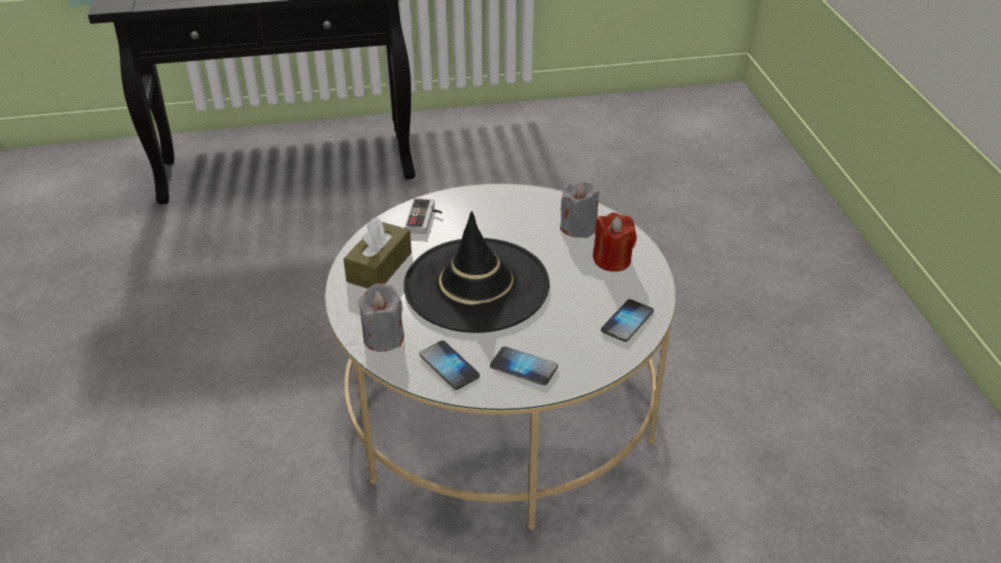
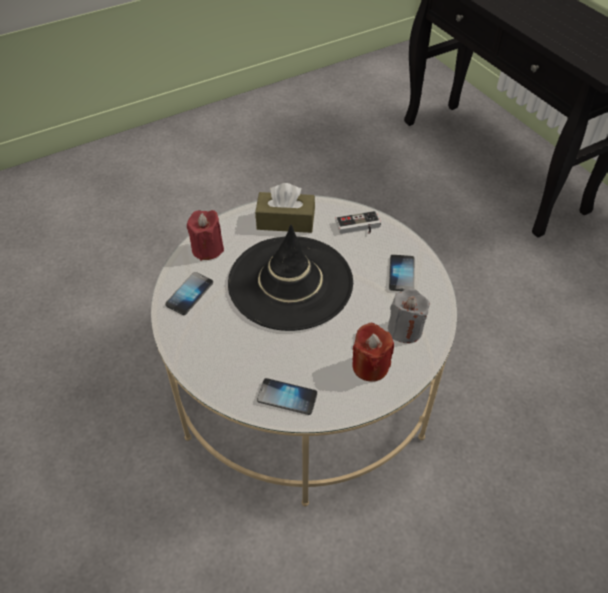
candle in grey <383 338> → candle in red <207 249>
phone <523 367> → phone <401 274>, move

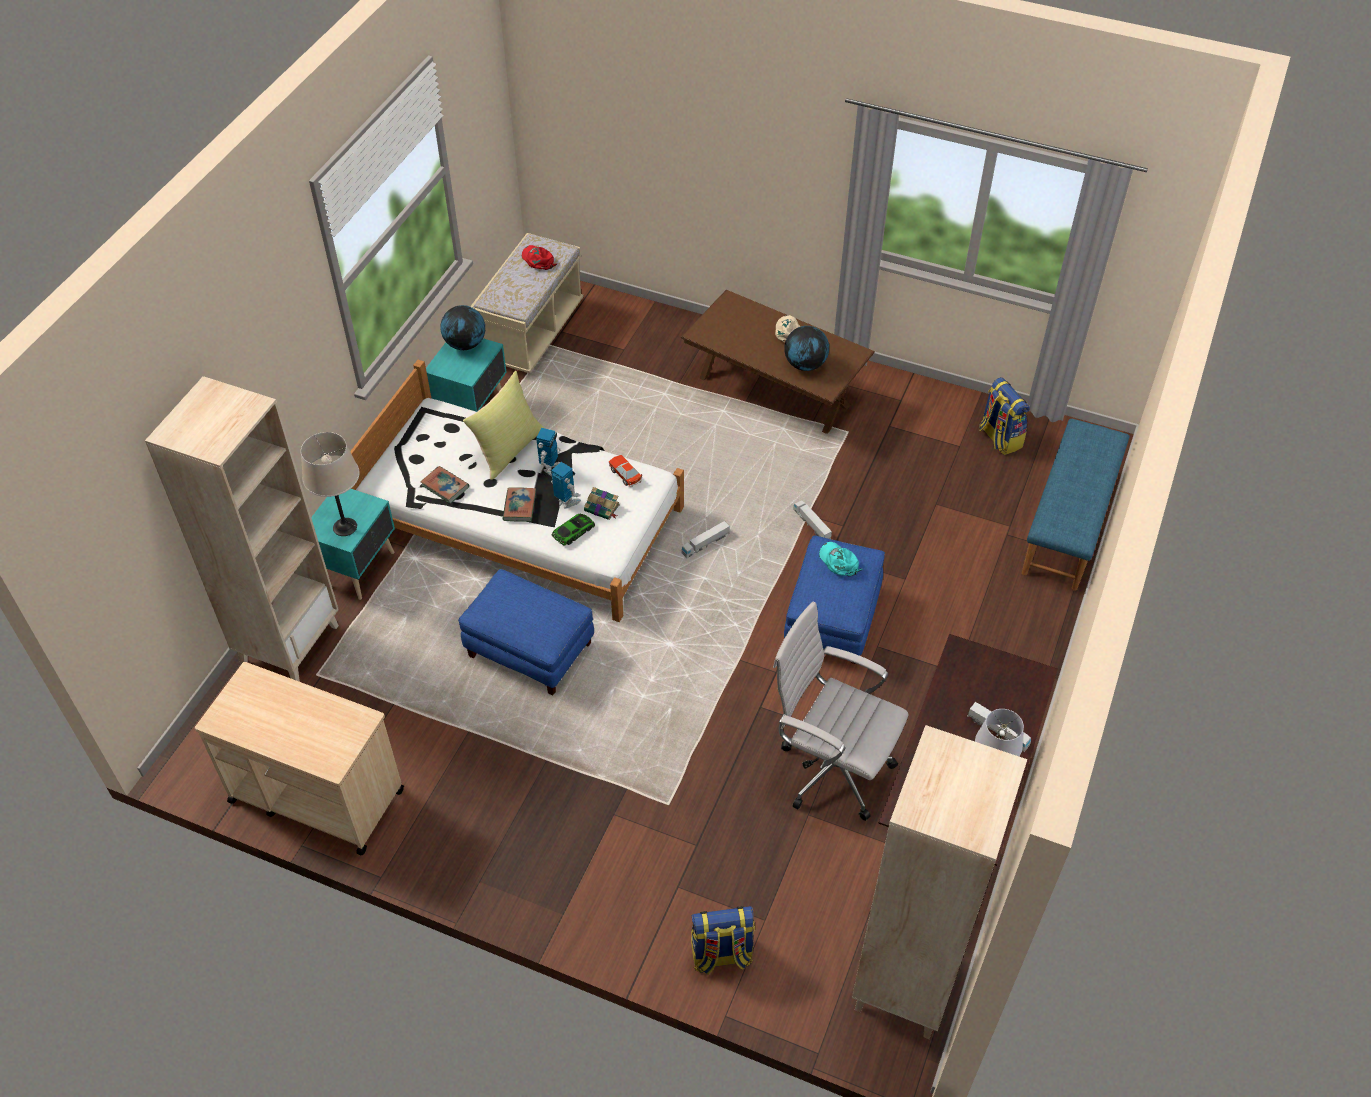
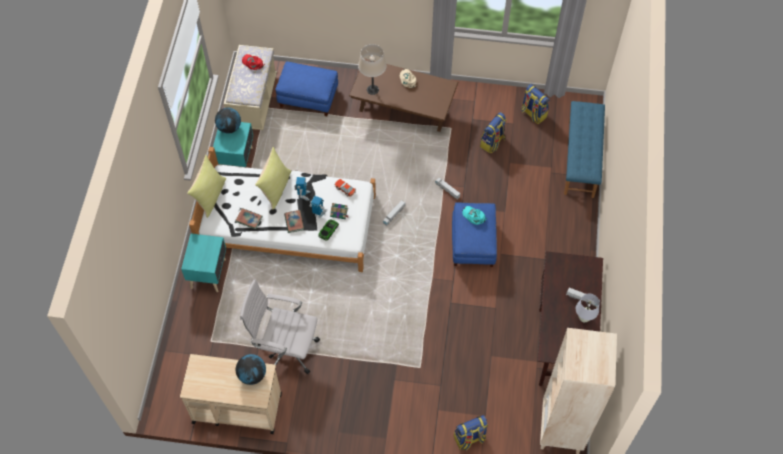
- → pillow in yellow <210 196>
globe <805 365> → globe <252 375>, move
office chair in white <830 769> → office chair in white <285 350>, move
ottoman in blue <531 649> → ottoman in blue <308 97>, move
table lamp in beige <345 527> → table lamp in beige <372 90>, move
- → backpack <492 143>
bookcase in beige <289 643> → -

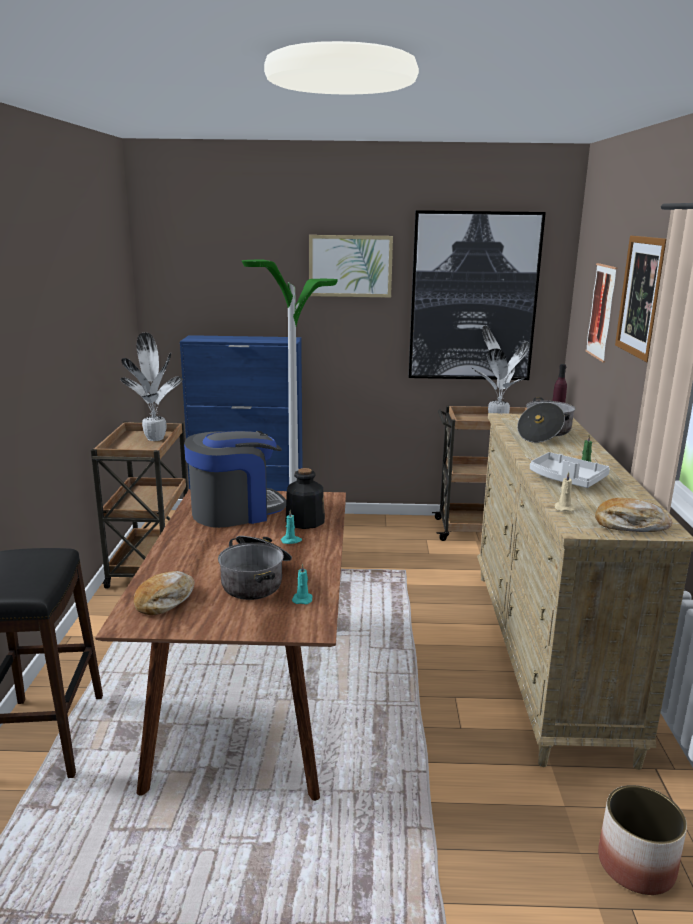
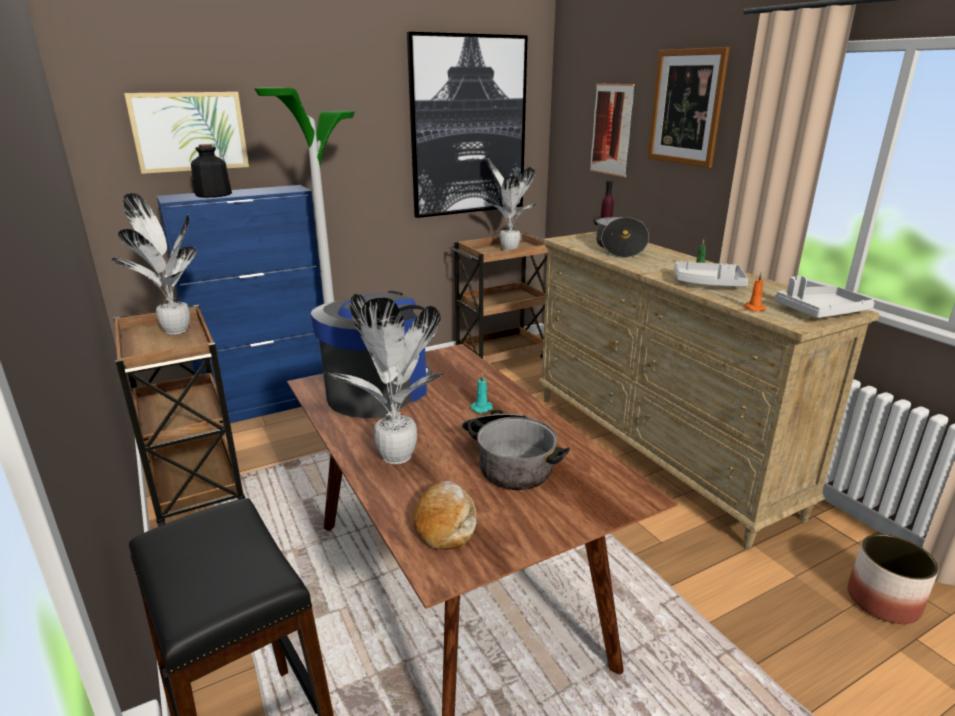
picture <350 266> → picture <189 131>, move
bottle <304 521> → bottle <213 194>, move
- → potted plant <396 458>
candle in beige <564 508> → candle in orange <753 308>
bread <630 525> → tray in grey <820 311>
candle in turquoise <302 599> → -

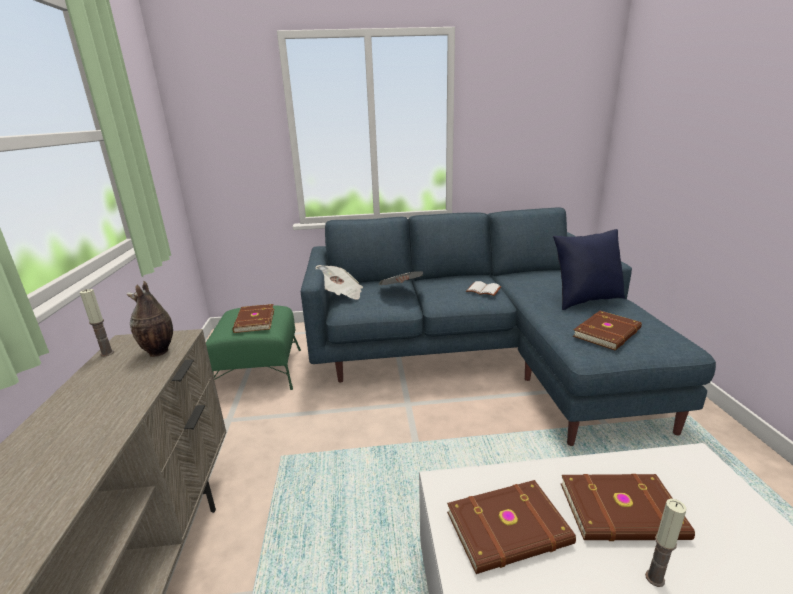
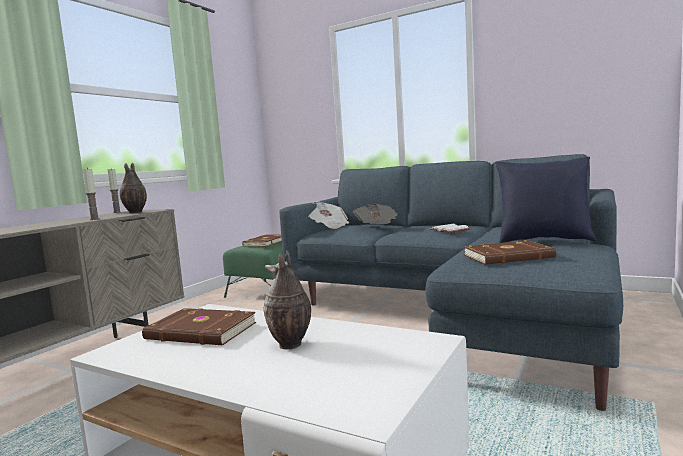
candle <655 578> → candle <94 219>, move
book in brown <623 512> → vase <290 345>

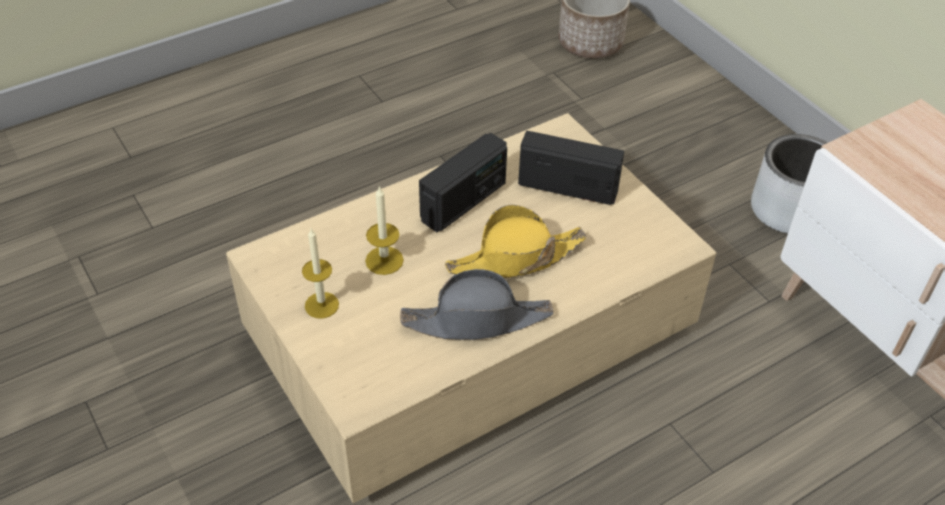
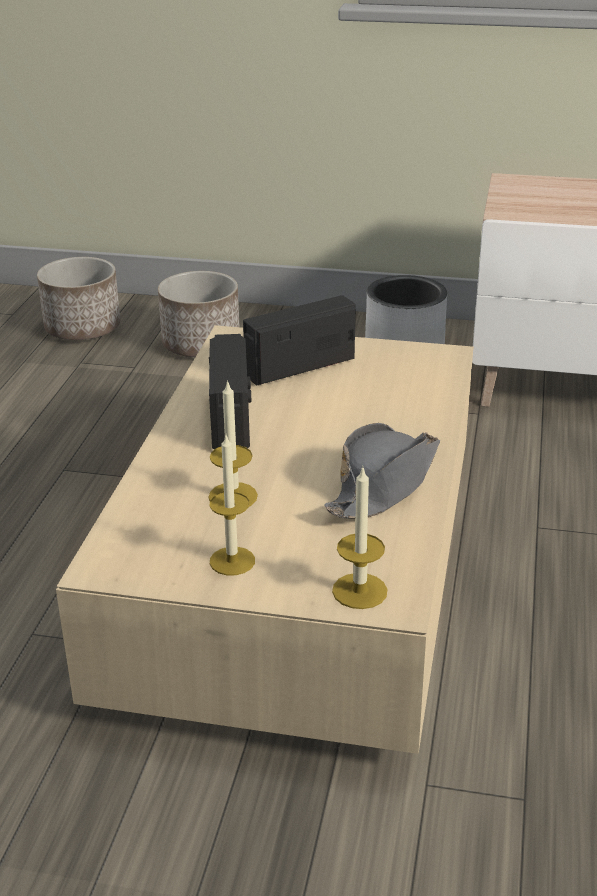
- → planter <201 344>
- → candle <359 591>
hat in yellow <515 258> → -

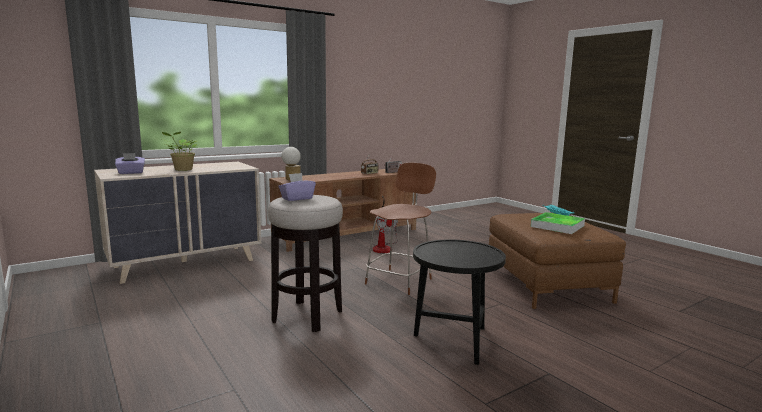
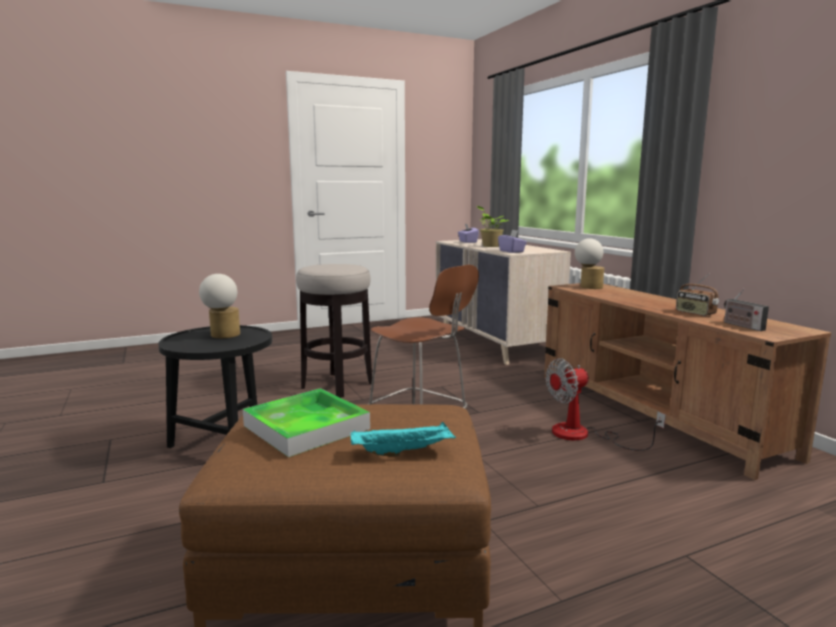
- → table lamp <222 335>
tissue box in purple <297 198> → tissue box in purple <511 251>, move

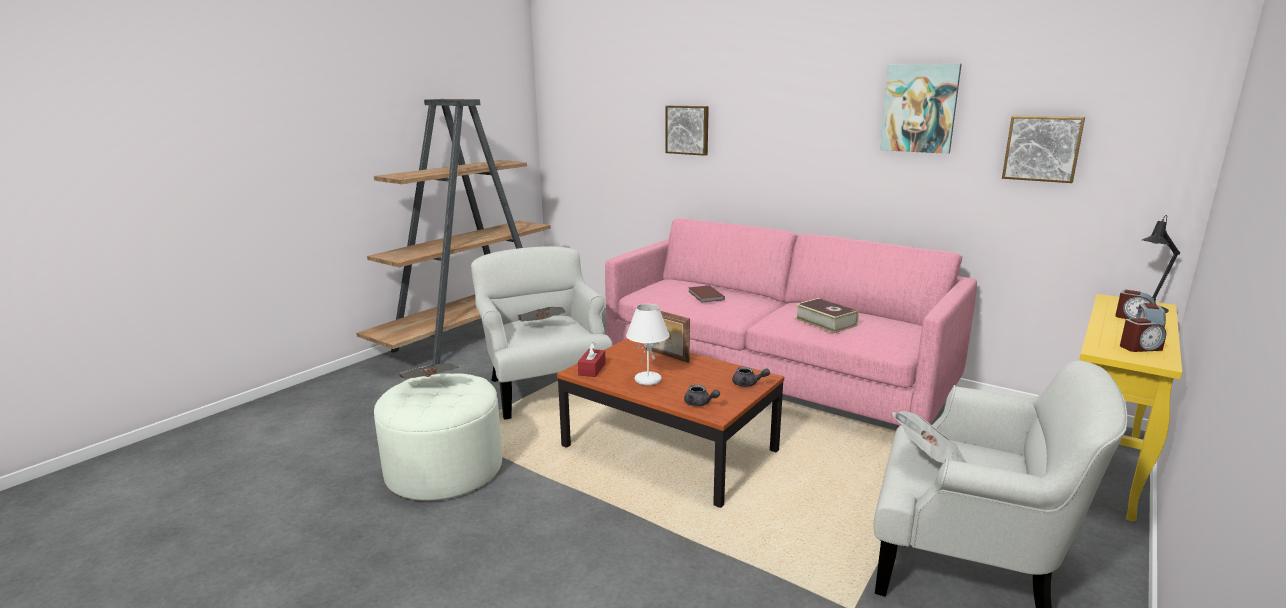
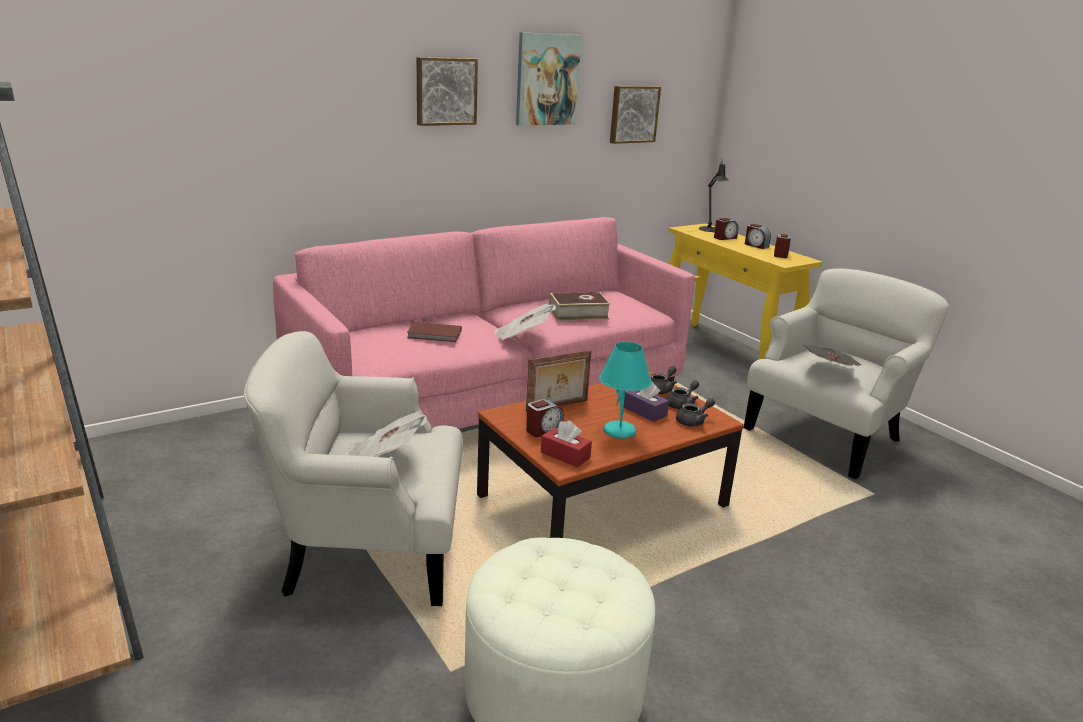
picture <687 130> → picture <445 91>, move
newspaper <429 386> → newspaper <522 337>, move
- → alarm clock <543 430>
table lamp in white <648 380> → table lamp in turquoise <620 432>
- → tissue box in purple <645 411>
- → teapot in grey <682 404>

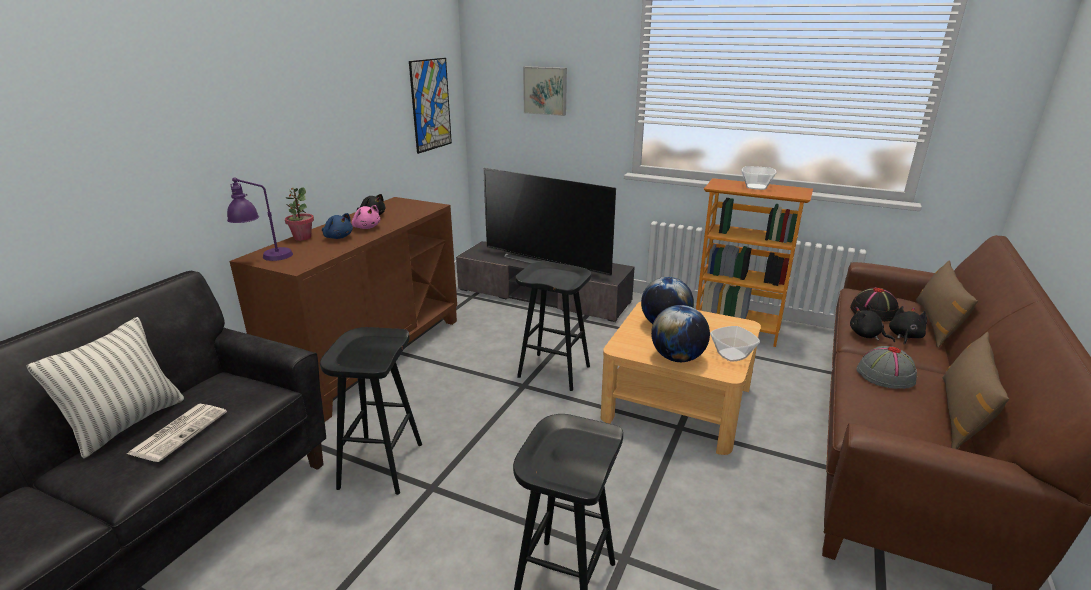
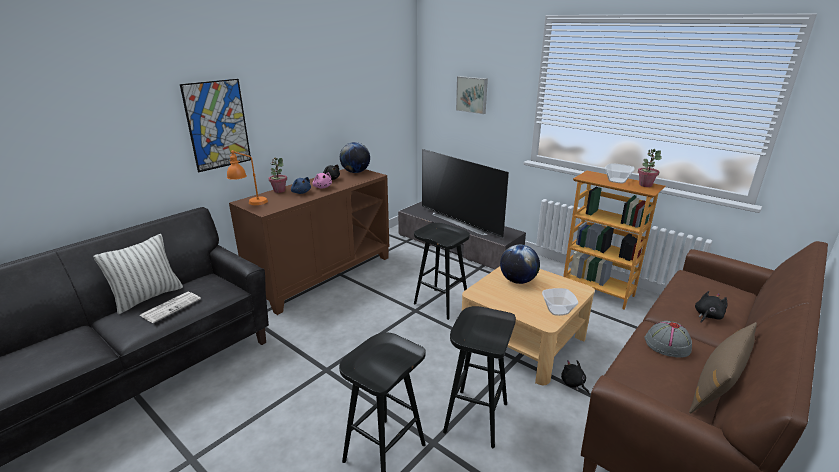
picture <431 105> → picture <217 125>, move
table lamp in purple <265 259> → table lamp in orange <250 203>
globe <677 358> → globe <355 172>, move
stool in black <380 464> → stool in black <475 416>, move
plush toy in black <866 335> → plush toy in black <573 384>, move
- → potted plant <645 185>
hat in black <874 311> → -
pillow in brown <936 324> → -

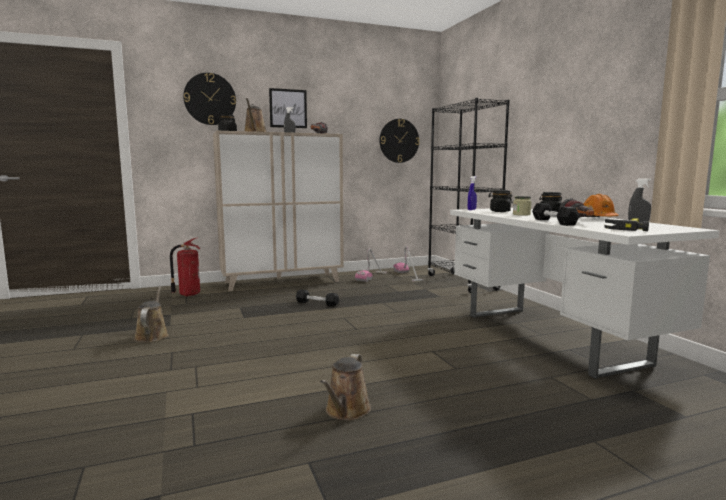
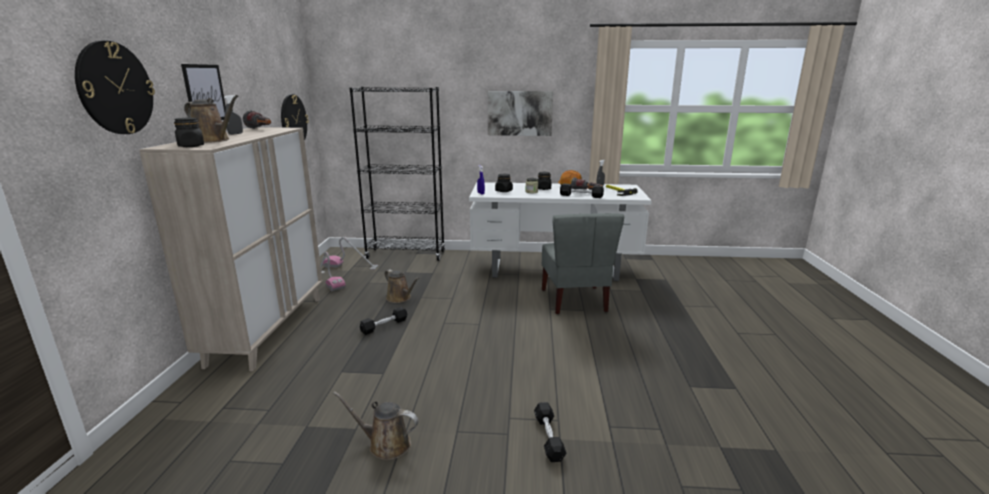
watering can in brown <346 411> → watering can in brown <400 298>, move
- → picture <519 113>
- → dumbbell in black <548 437>
- → chair in grey <575 300>
fire extinguisher <188 294> → -

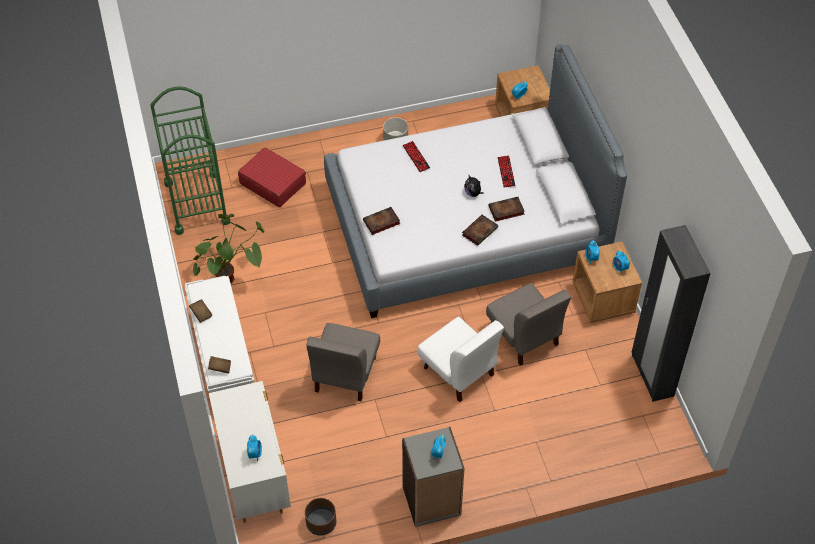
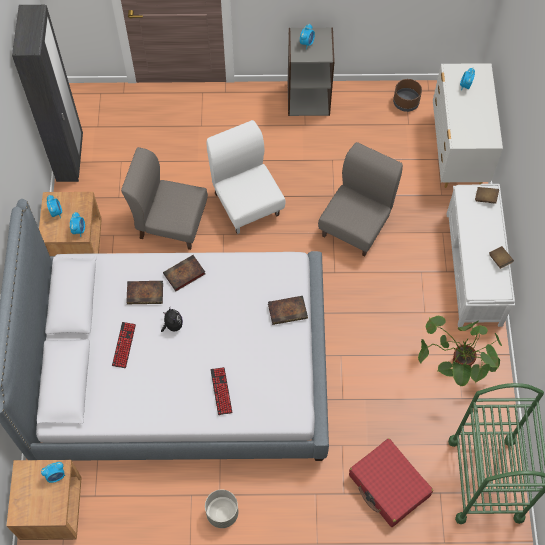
chair in grey <524 337> → chair in grey <170 223>, 60 degrees counterclockwise

